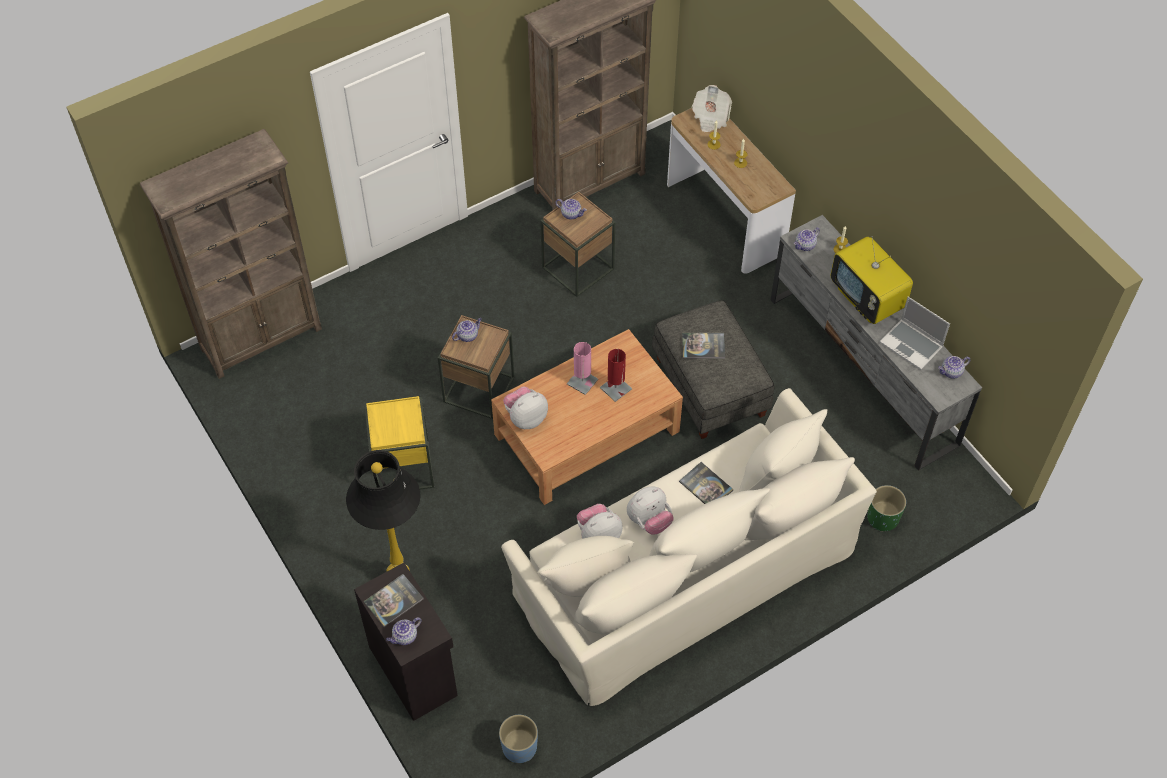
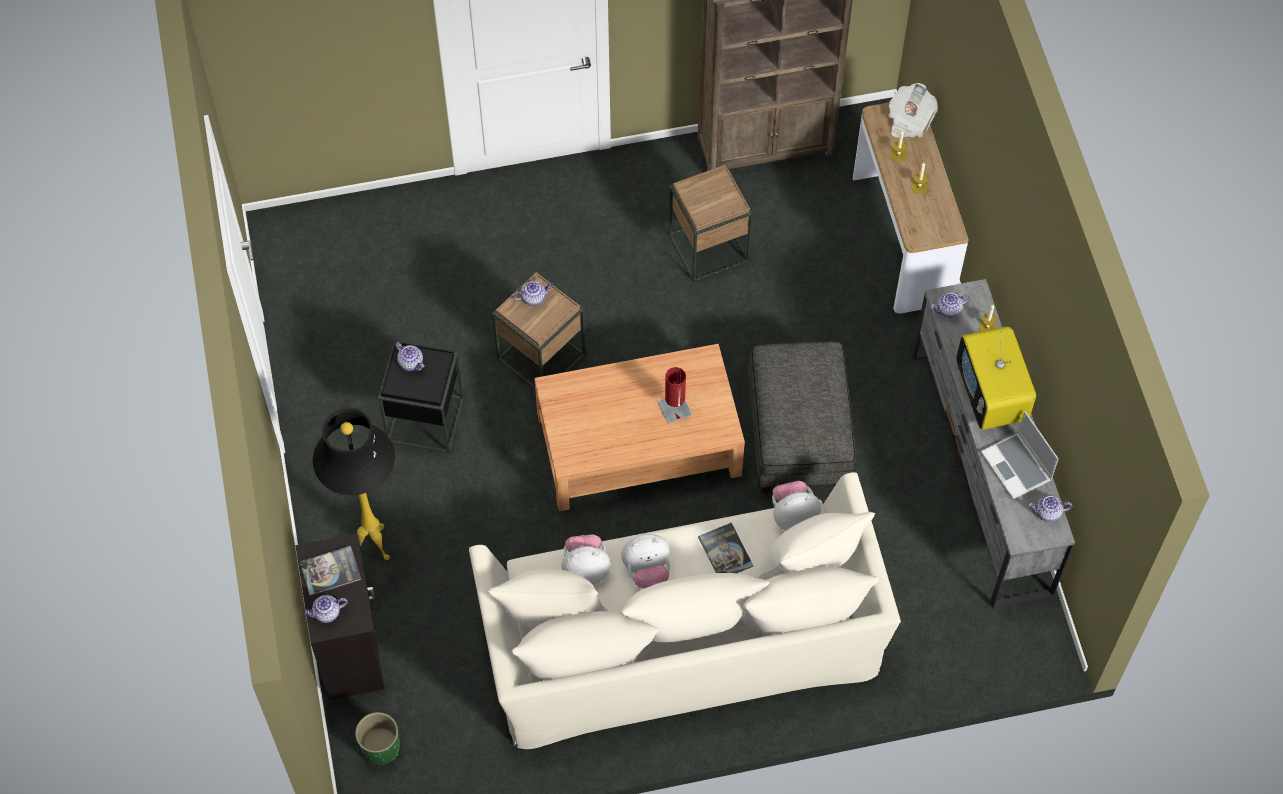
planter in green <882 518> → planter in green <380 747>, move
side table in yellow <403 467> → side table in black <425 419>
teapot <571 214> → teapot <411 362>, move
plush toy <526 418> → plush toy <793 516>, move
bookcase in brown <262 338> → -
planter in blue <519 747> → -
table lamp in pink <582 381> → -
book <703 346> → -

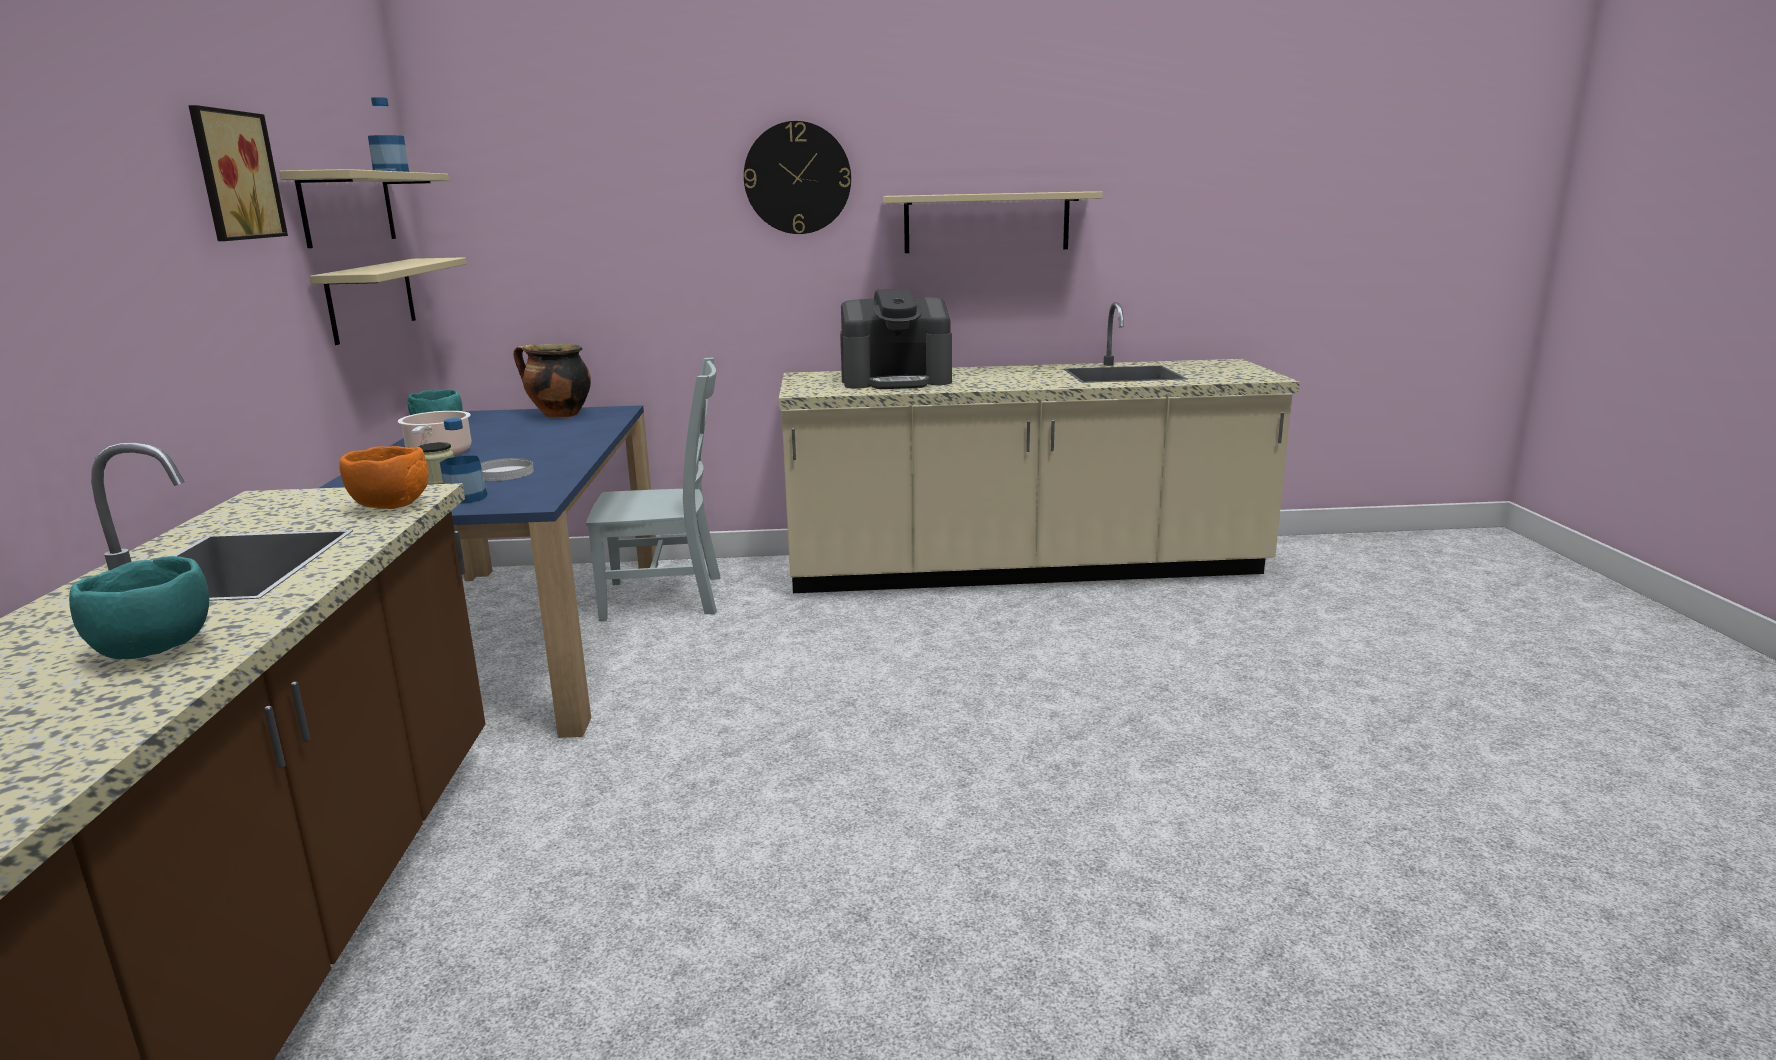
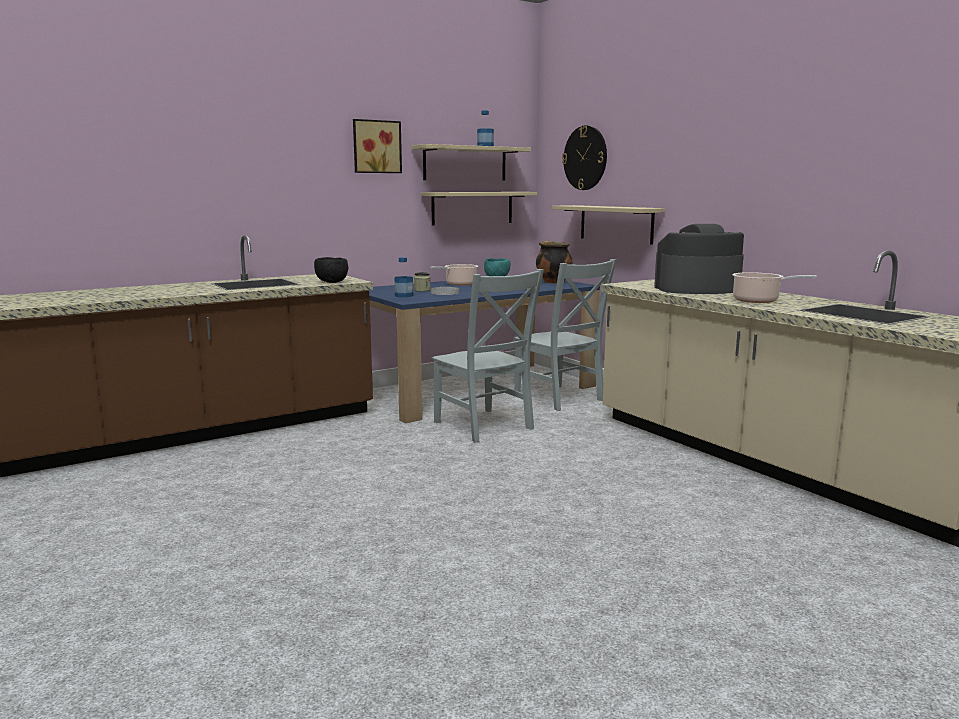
bowl in orange <391 507> → bowl in black <331 282>
- → chair in grey <485 426>
shelf in beige <986 222> → shelf in beige <616 224>, move
wall clock <797 178> → wall clock <585 158>, move
coffee machine <896 380> → coffee machine <696 289>, 120 degrees clockwise
- → cooking pot <759 301>
bowl in turquoise <158 649> → -

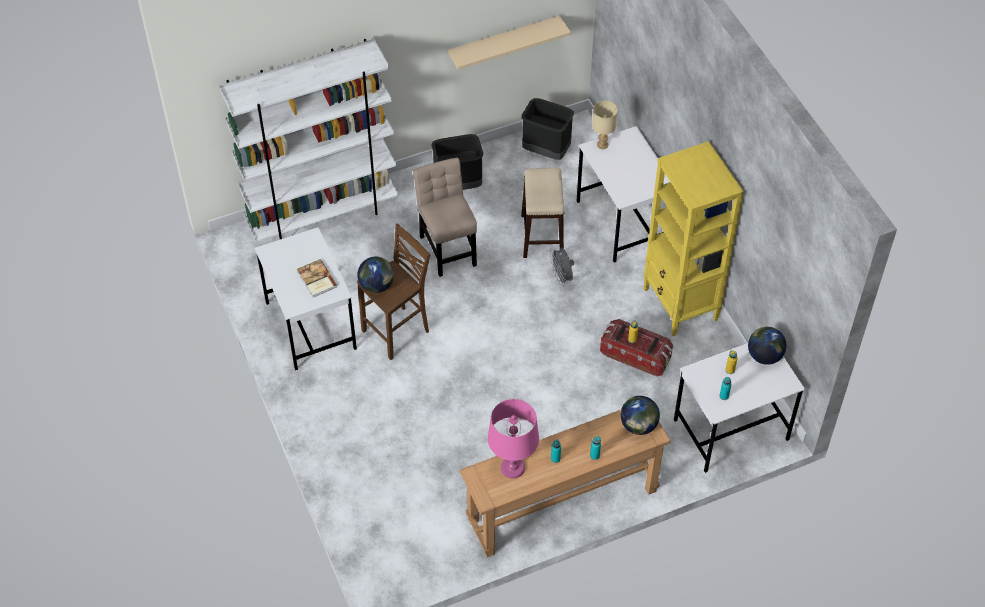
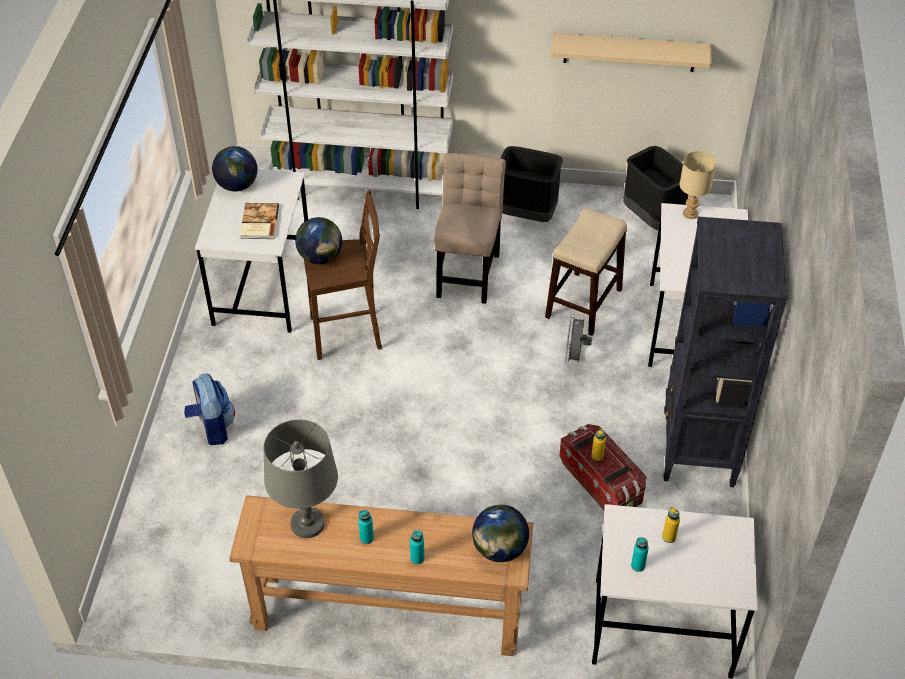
- → backpack <212 427>
globe <764 356> → globe <237 185>, move
table lamp in pink <512 468> → table lamp in grey <307 524>
bookcase in yellow <680 305> → bookcase in black <698 449>

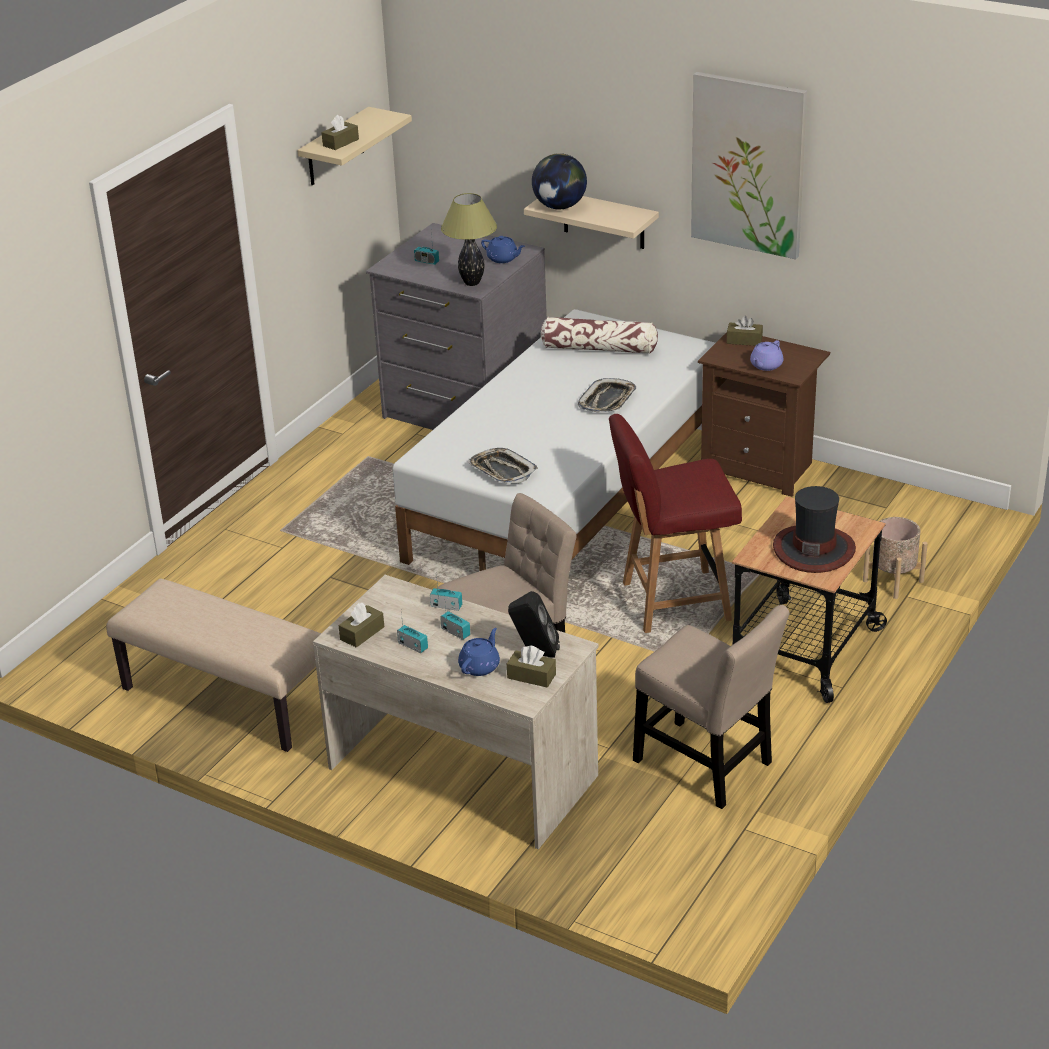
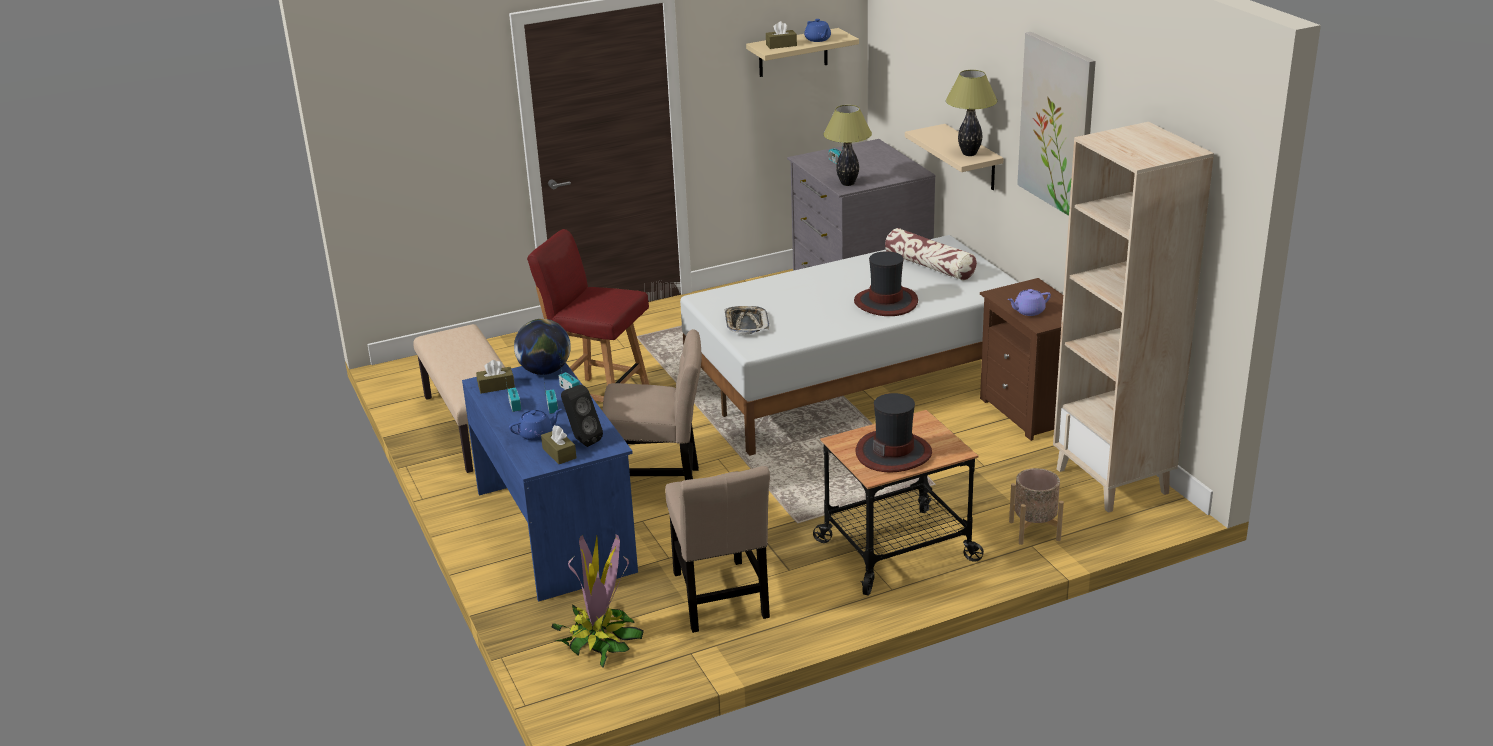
desk in beige <464 770> → desk in blue <557 531>
globe <560 207> → globe <545 371>, move
chair in red <673 602> → chair in red <599 400>, move
- → potted plant <598 639>
teapot in blue <503 259> → teapot in blue <818 39>, move
tray <607 400> → hat <886 302>
- → table lamp <969 154>
- → bookcase in beige <1113 481>
tissue box in brown <744 340> → -

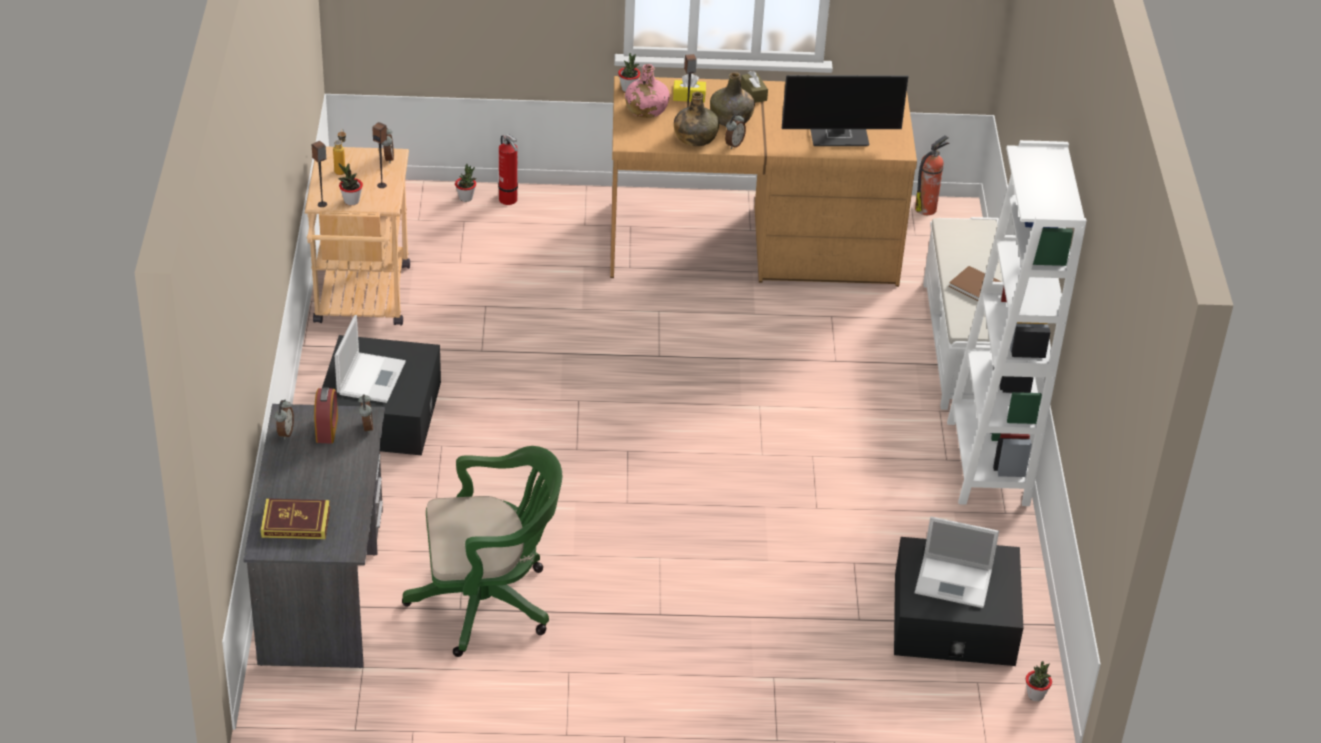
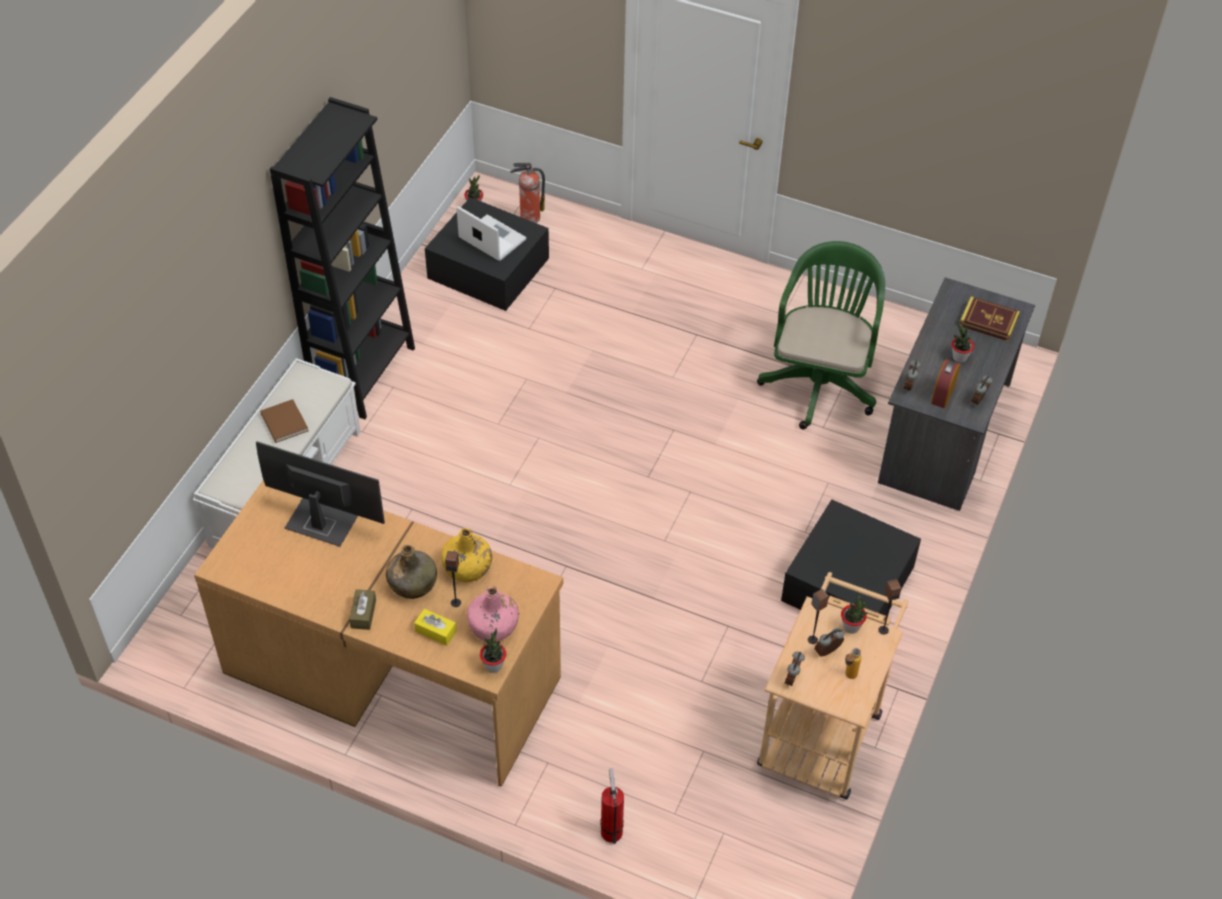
bookcase in white <987 463> → bookcase in black <363 373>
bottle in green <695 138> → bottle in yellow <467 568>
fire extinguisher <926 208> → fire extinguisher <529 218>, move
office chair in green <489 602> → office chair in green <820 381>, 90 degrees clockwise
alarm clock <733 144> → alarm clock <828 652>, move
potted plant <466 198> → potted plant <959 357>, move
laptop <371 377> → -

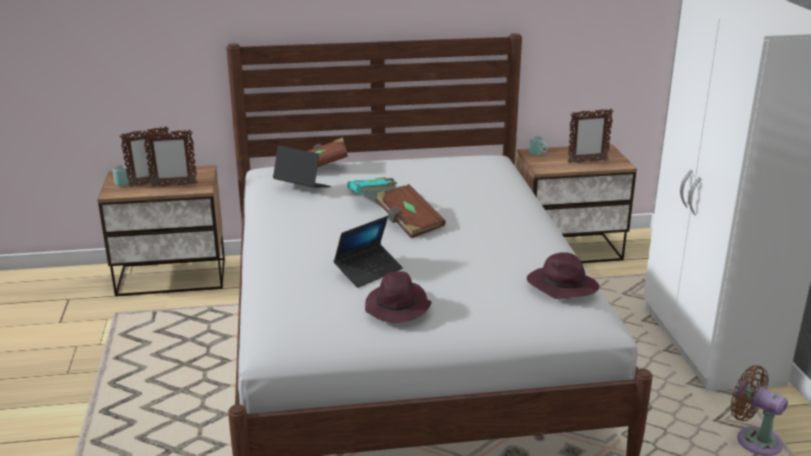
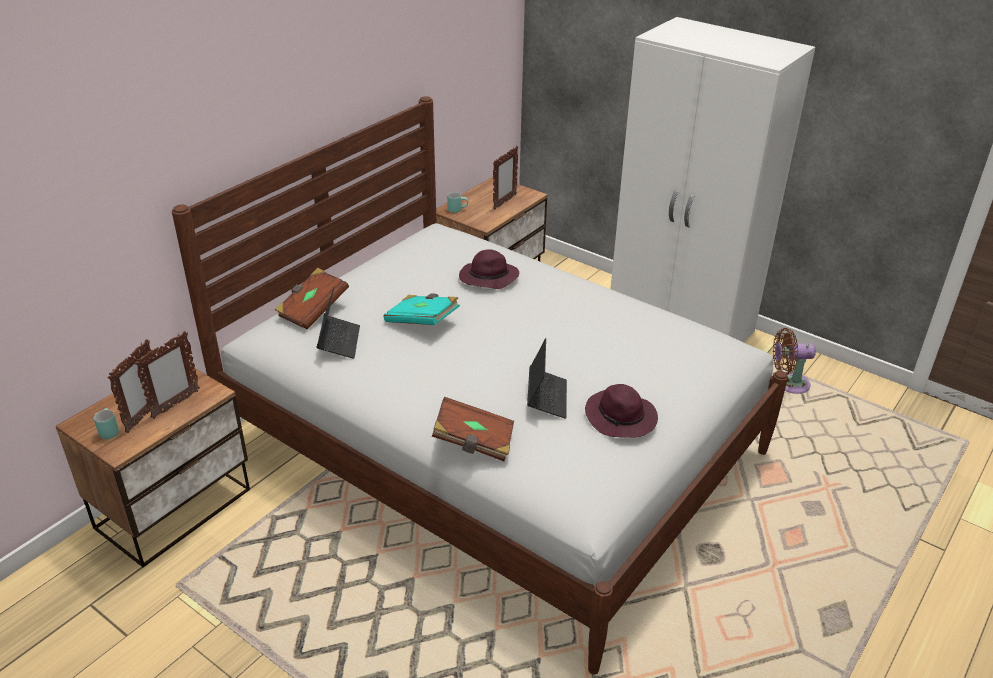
laptop <302 187> → laptop <339 341>, 105 degrees clockwise
book in brown <409 223> → book in brown <473 442>, move
hat in purple <561 286> → hat in purple <487 278>, move

